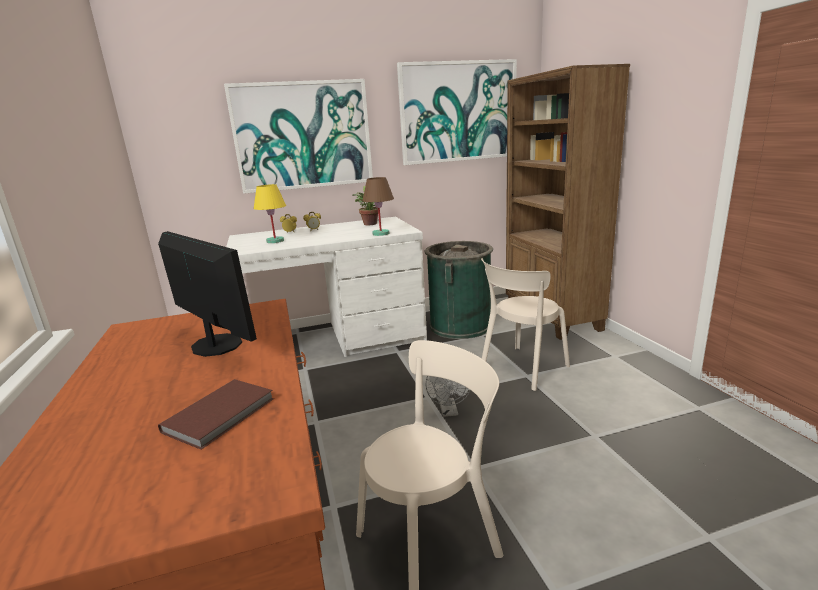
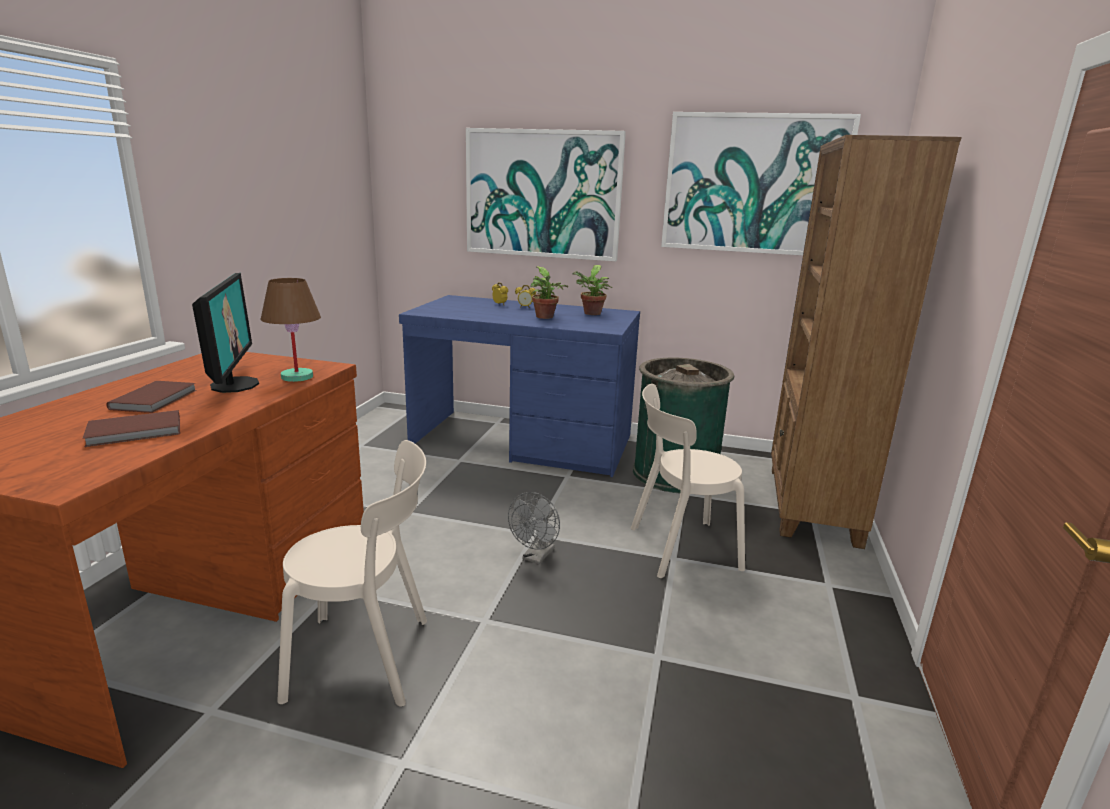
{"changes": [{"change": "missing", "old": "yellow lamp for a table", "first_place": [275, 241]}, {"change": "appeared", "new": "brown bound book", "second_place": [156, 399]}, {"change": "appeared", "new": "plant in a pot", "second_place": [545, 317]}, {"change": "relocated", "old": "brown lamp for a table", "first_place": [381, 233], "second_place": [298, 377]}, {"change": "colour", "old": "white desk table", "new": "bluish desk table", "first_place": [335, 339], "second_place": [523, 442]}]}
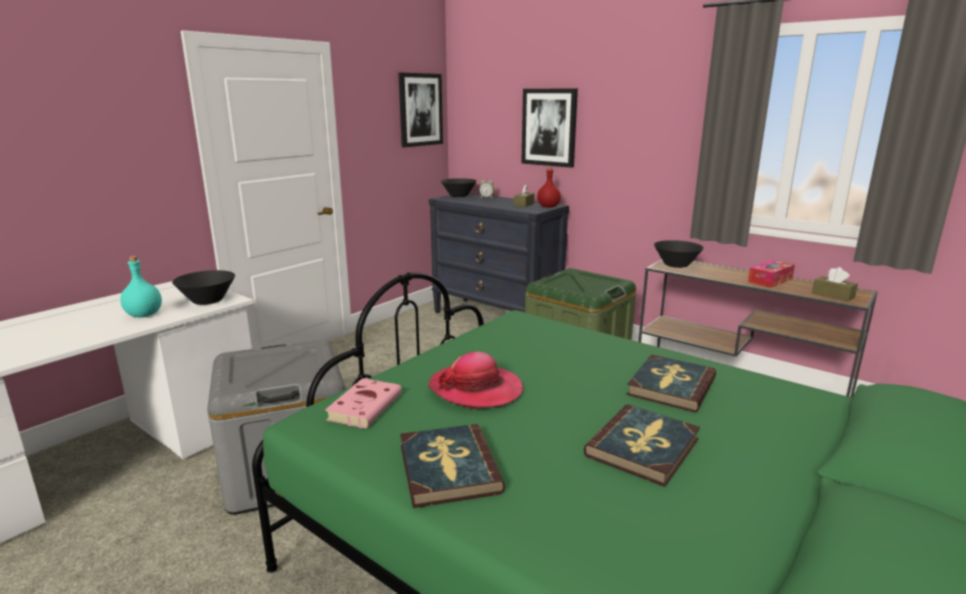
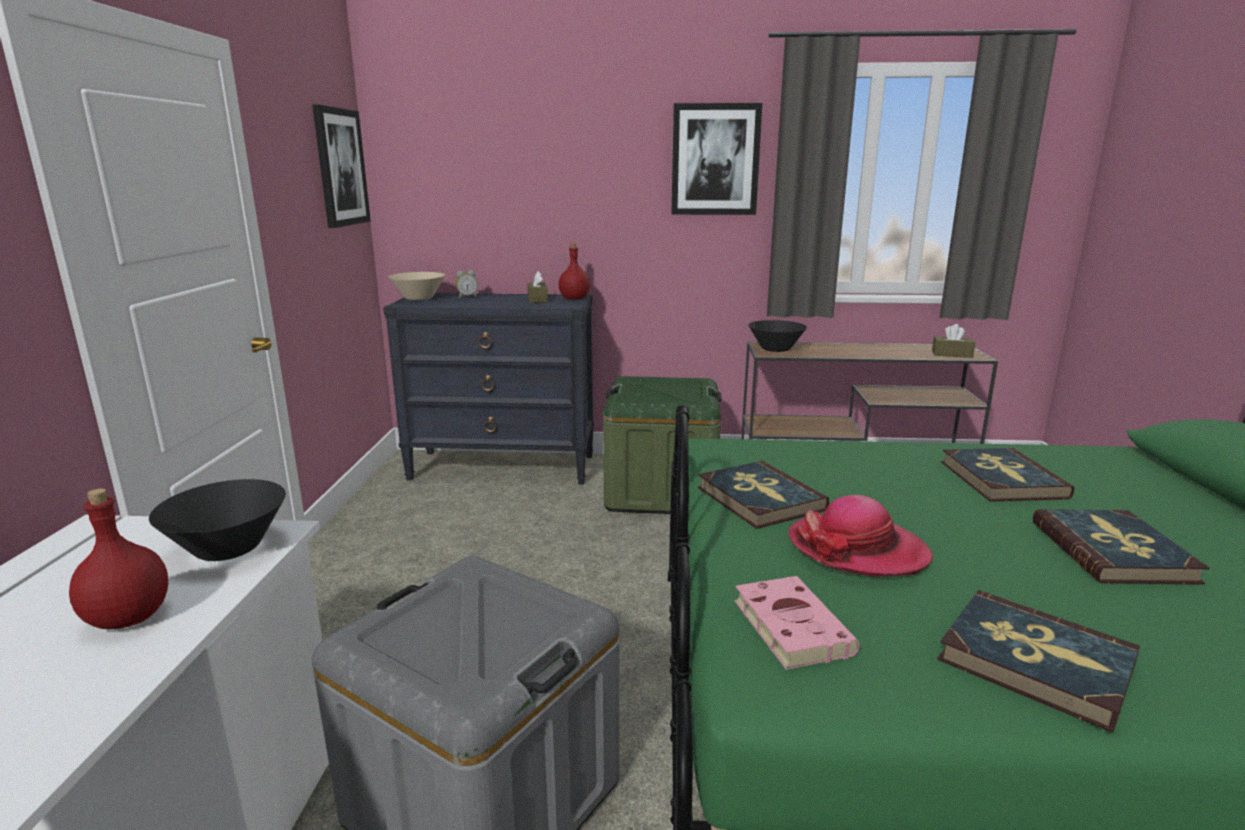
{"changes": [{"change": "missing", "old": "tissue box", "first_place": [770, 280]}, {"change": "appeared", "new": "bound book", "second_place": [759, 498]}, {"change": "relocated", "old": "wall picture", "first_place": [549, 127], "second_place": [715, 160]}, {"change": "colour", "old": "turquoise-coloured drink bottle", "new": "red-coloured drink bottle", "first_place": [144, 315], "second_place": [130, 618]}, {"change": "colour", "old": "black-coloured bowl", "new": "beige bowl", "first_place": [458, 196], "second_place": [419, 298]}]}
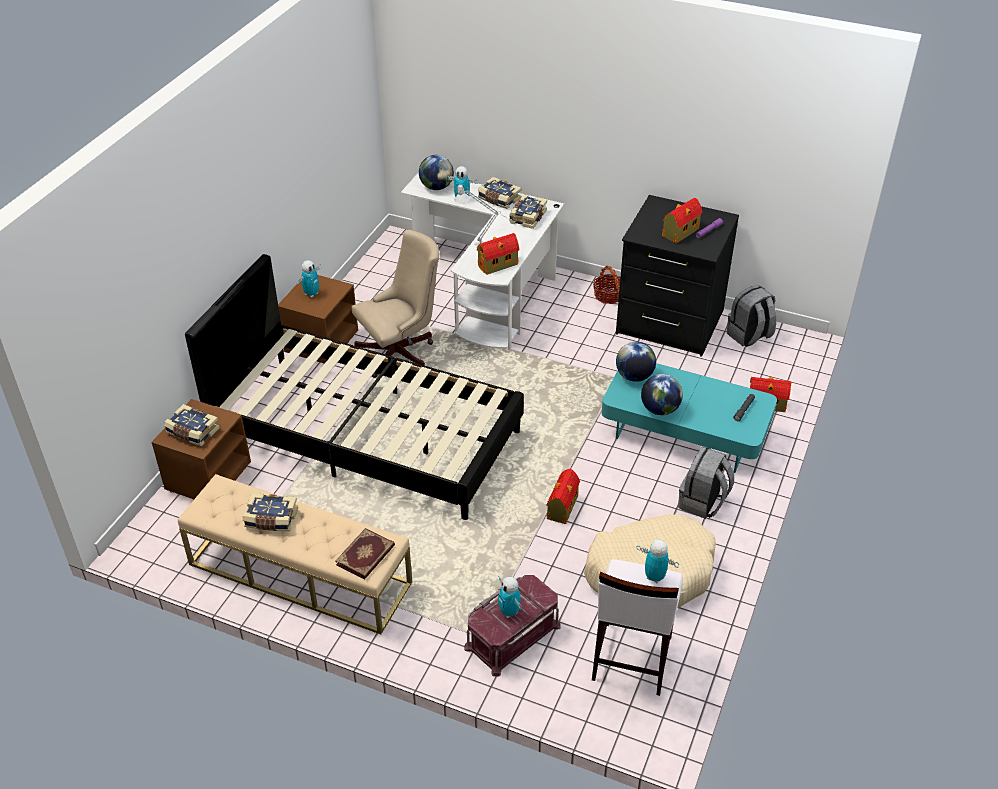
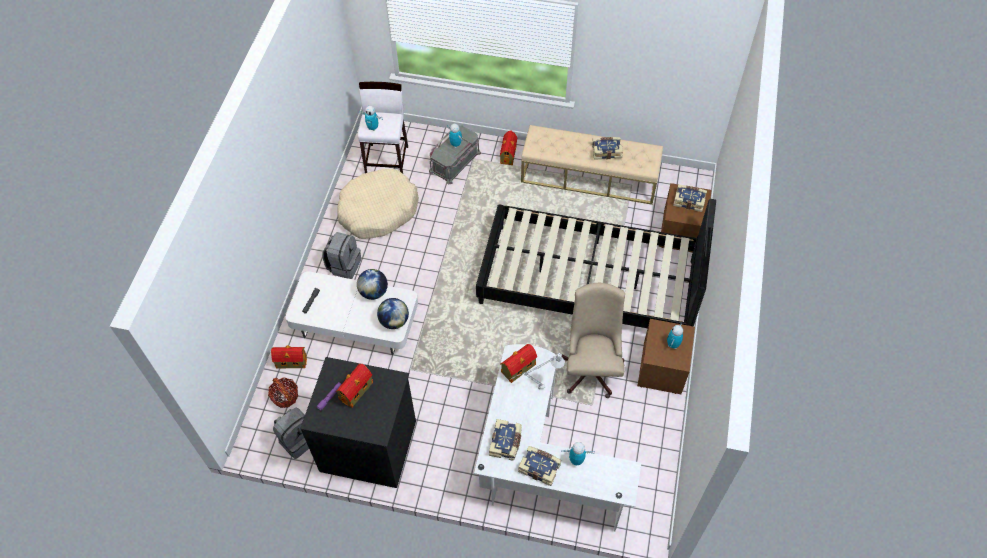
{"changes": [{"change": "missing", "old": "bound book", "first_place": [366, 556]}, {"change": "missing", "old": "globe", "first_place": [436, 187]}, {"change": "relocated", "old": "miniature house", "first_place": [562, 508], "second_place": [508, 154]}, {"change": "relocated", "old": "basket", "first_place": [608, 296], "second_place": [285, 396]}, {"change": "colour", "old": "red-coloured storage bin", "new": "gray storage bin", "first_place": [512, 635], "second_place": [455, 162]}, {"change": "colour", "old": "turquoise-coloured coffee table", "new": "white coffee table", "first_place": [684, 432], "second_place": [356, 323]}, {"change": "spun", "old": "beige office chair", "first_place": [401, 353], "second_place": [591, 366], "degrees": 135}]}
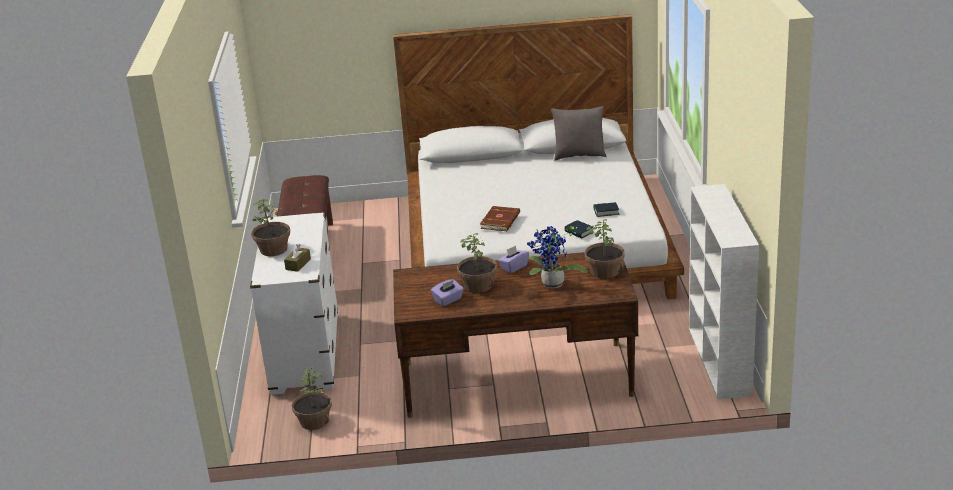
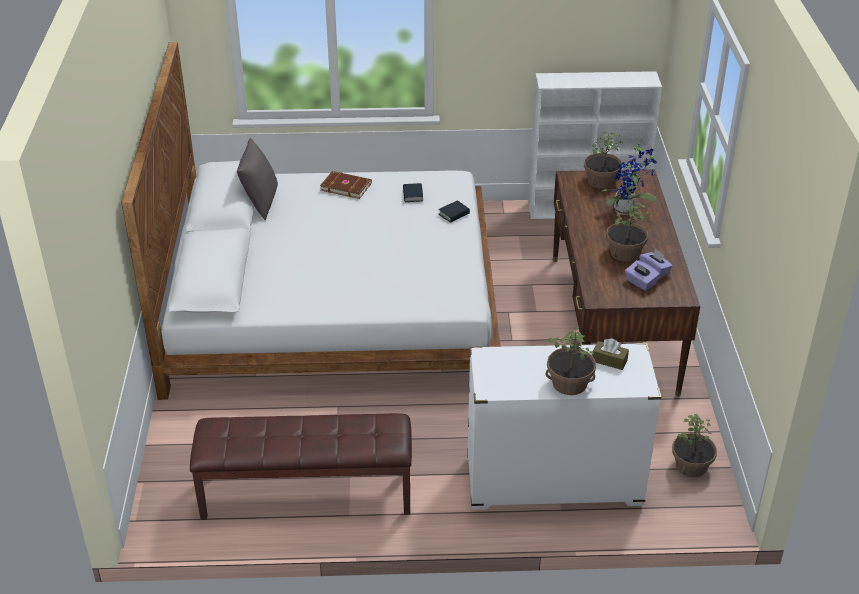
{"changes": [{"change": "relocated", "old": "brown bound book", "first_place": [501, 221], "second_place": [346, 186]}, {"change": "relocated", "old": "purple-coloured tissue box", "first_place": [514, 267], "second_place": [640, 283]}]}
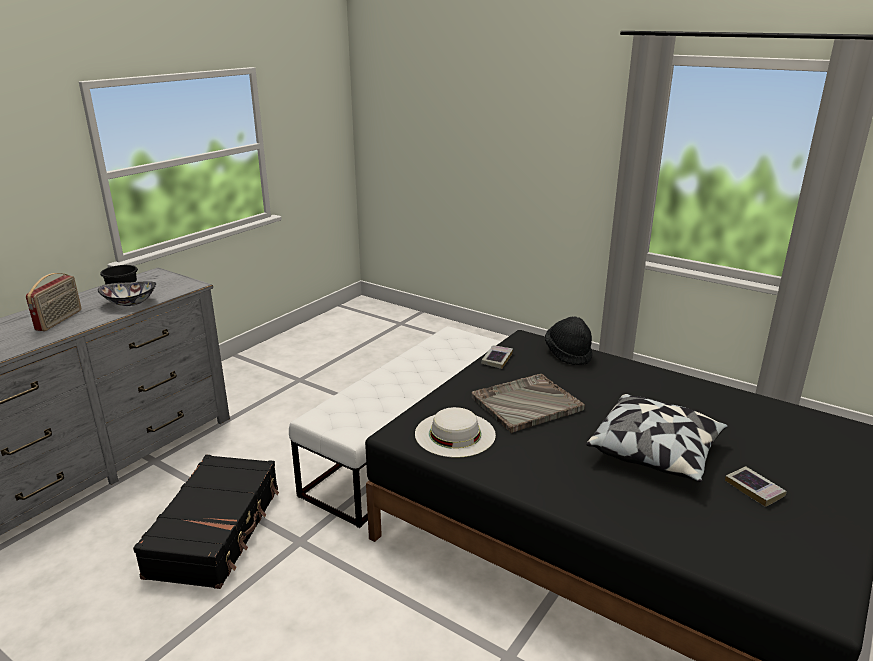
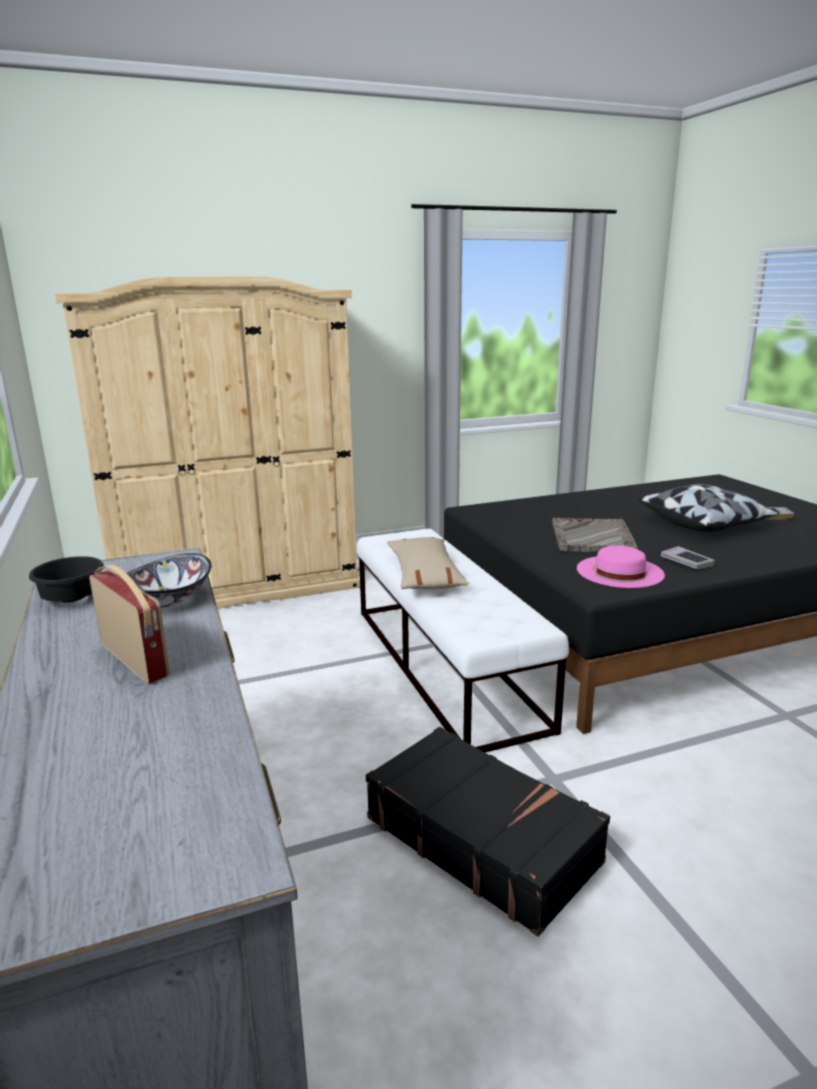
{"changes": [{"change": "missing", "old": "black-coloured wearable hat", "first_place": [568, 354]}, {"change": "appeared", "new": "beige armoire", "second_place": [237, 588]}, {"change": "appeared", "new": "beige pillow", "second_place": [425, 575]}, {"change": "relocated", "old": "bound book", "first_place": [497, 359], "second_place": [686, 562]}, {"change": "colour", "old": "white wearable hat", "new": "pink wearable hat", "first_place": [455, 434], "second_place": [619, 571]}]}
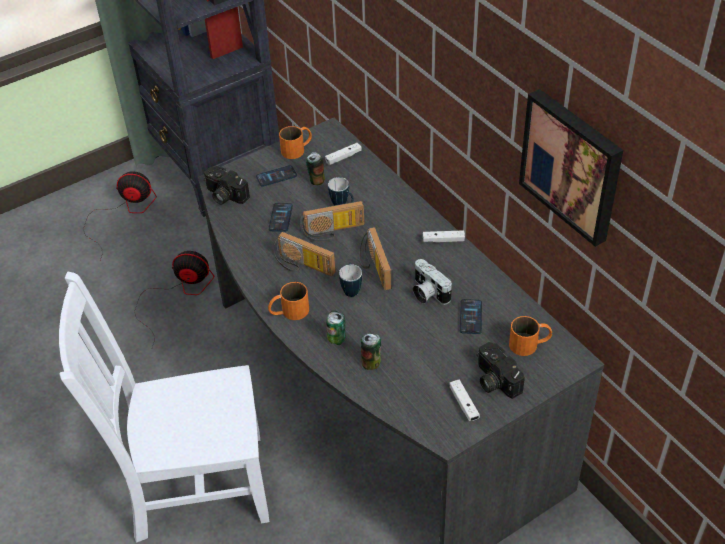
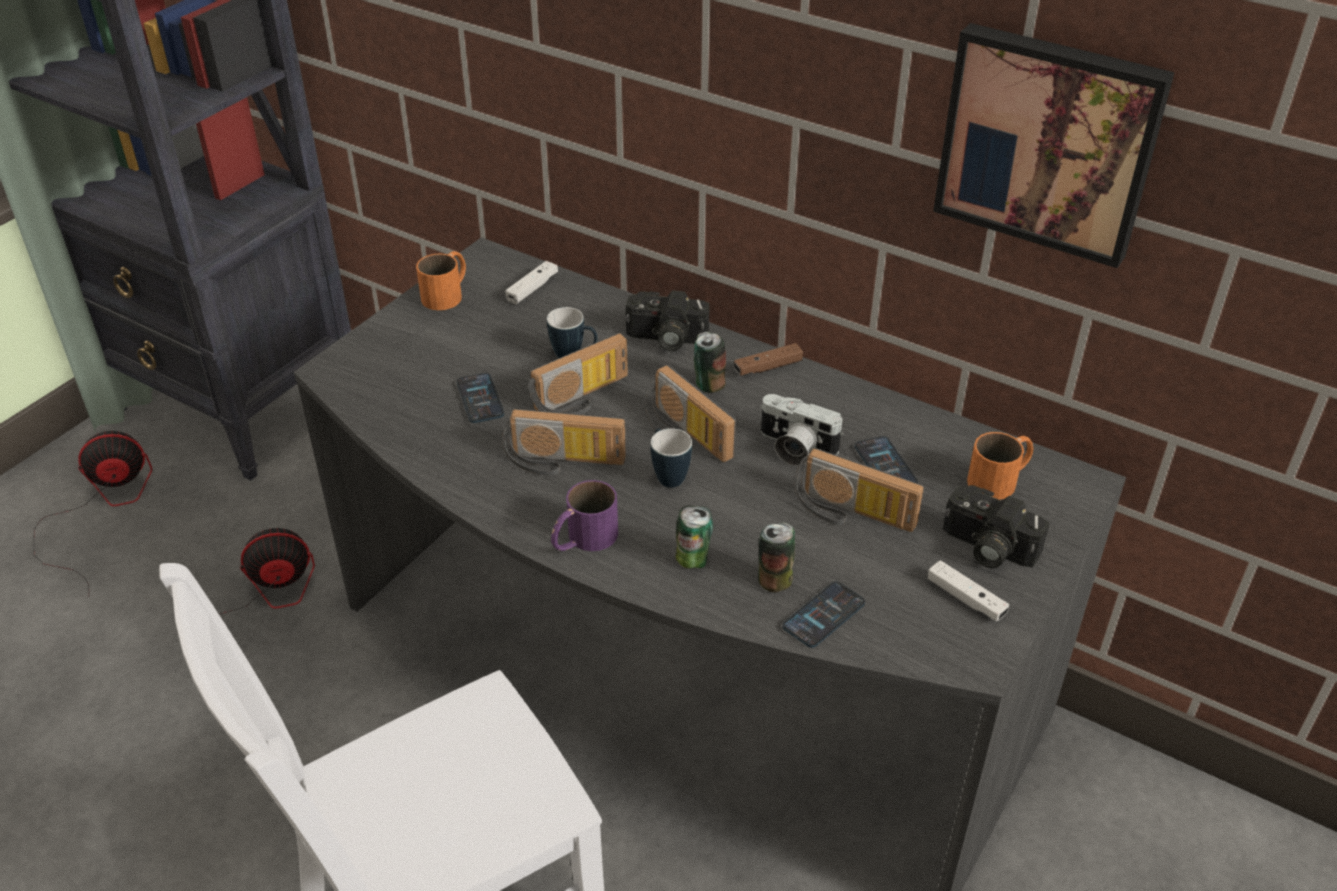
{"changes": [{"change": "appeared", "new": "radio", "second_place": [851, 514]}, {"change": "relocated", "old": "still camera", "first_place": [224, 195], "second_place": [665, 339]}, {"change": "relocated", "old": "phone", "first_place": [276, 176], "second_place": [823, 615]}, {"change": "relocated", "old": "can", "first_place": [316, 180], "second_place": [708, 384]}, {"change": "colour", "old": "orangey coffee mug", "new": "purple-coloured coffee mug", "first_place": [289, 311], "second_place": [583, 539]}, {"change": "colour", "old": "white joypad", "new": "brown joypad", "first_place": [443, 240], "second_place": [768, 367]}]}
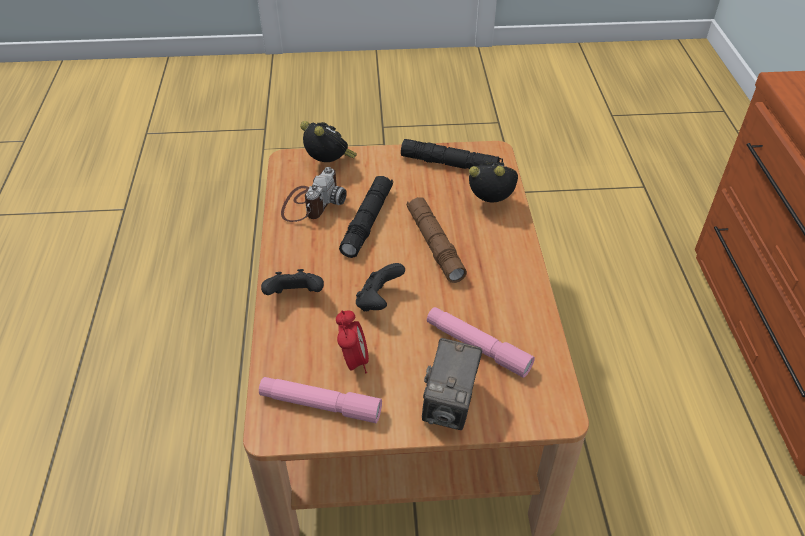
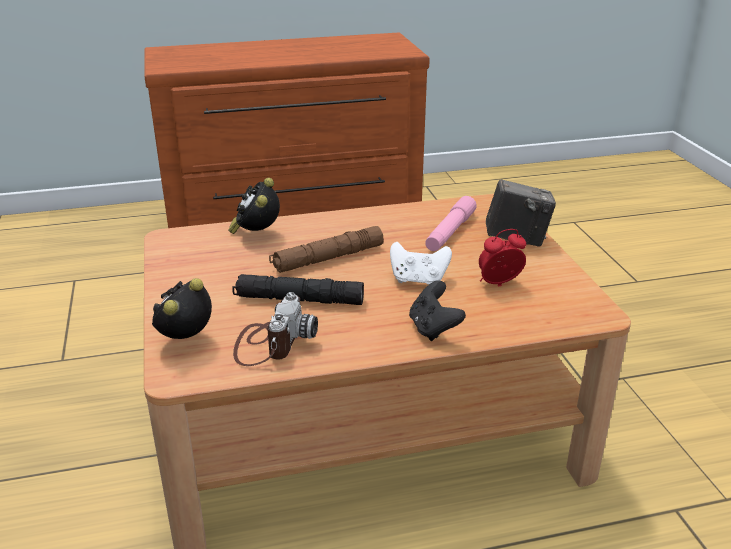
{"changes": [{"change": "missing", "old": "pink torch", "first_place": [320, 405]}, {"change": "missing", "old": "black-coloured torch", "first_place": [450, 164]}, {"change": "colour", "old": "black-coloured joypad", "new": "white joypad", "first_place": [378, 301], "second_place": [418, 280]}, {"change": "spun", "old": "still camera", "first_place": [311, 203], "second_place": [271, 342], "degrees": 90}]}
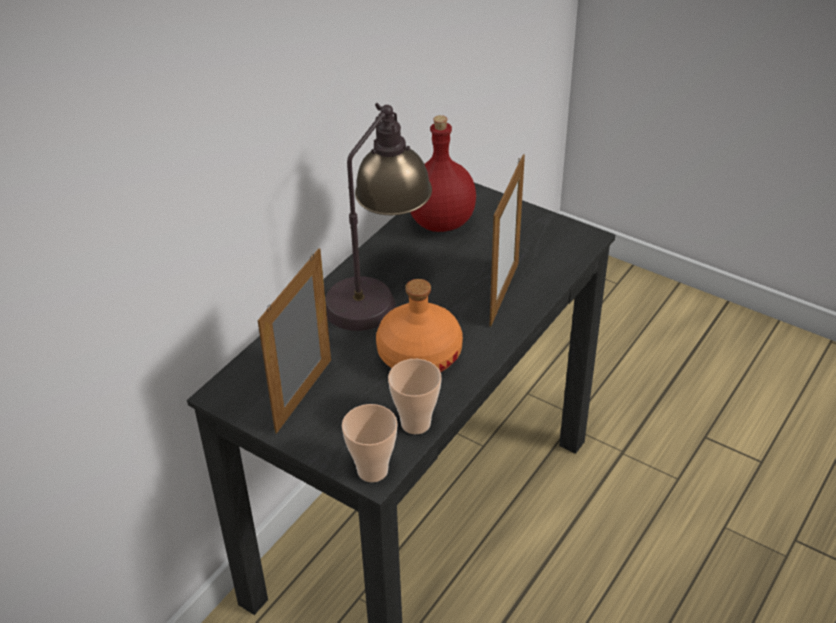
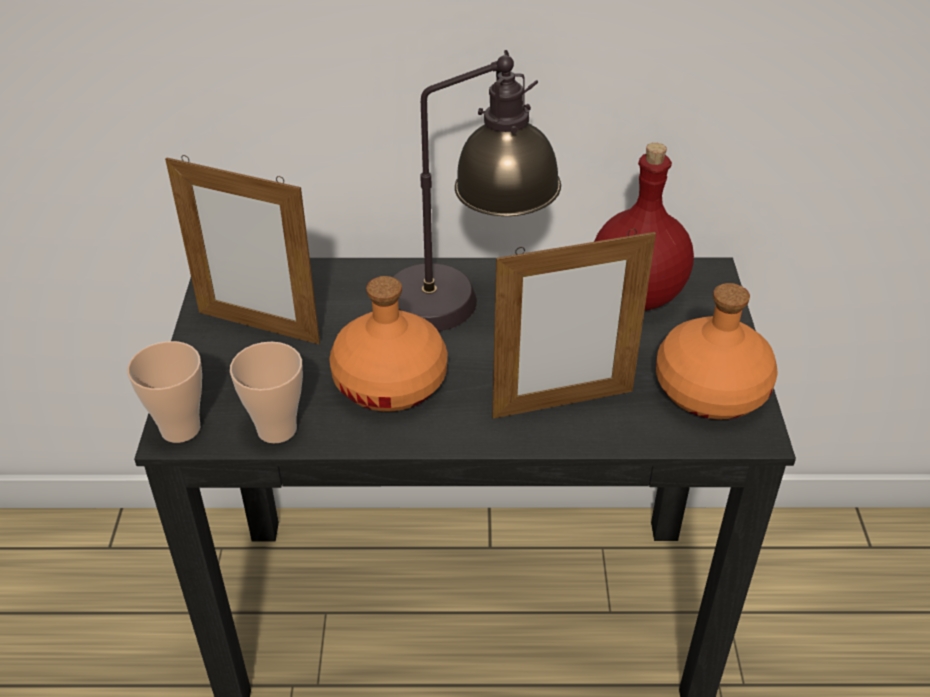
{"changes": [{"change": "appeared", "new": "orangey drink bottle", "second_place": [709, 389]}, {"change": "spun", "old": "picture frame", "first_place": [304, 395], "second_place": [258, 327], "degrees": -150}]}
